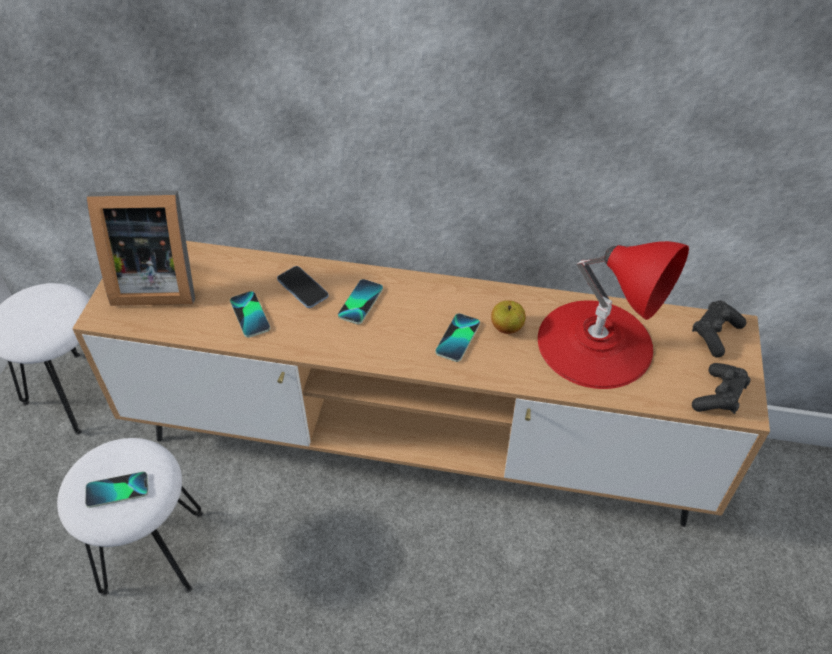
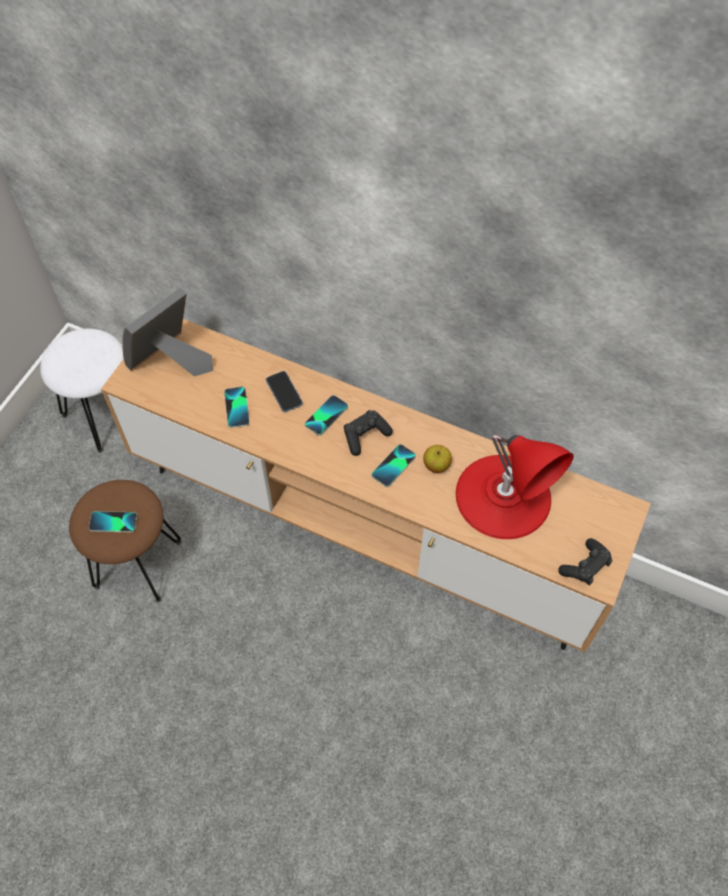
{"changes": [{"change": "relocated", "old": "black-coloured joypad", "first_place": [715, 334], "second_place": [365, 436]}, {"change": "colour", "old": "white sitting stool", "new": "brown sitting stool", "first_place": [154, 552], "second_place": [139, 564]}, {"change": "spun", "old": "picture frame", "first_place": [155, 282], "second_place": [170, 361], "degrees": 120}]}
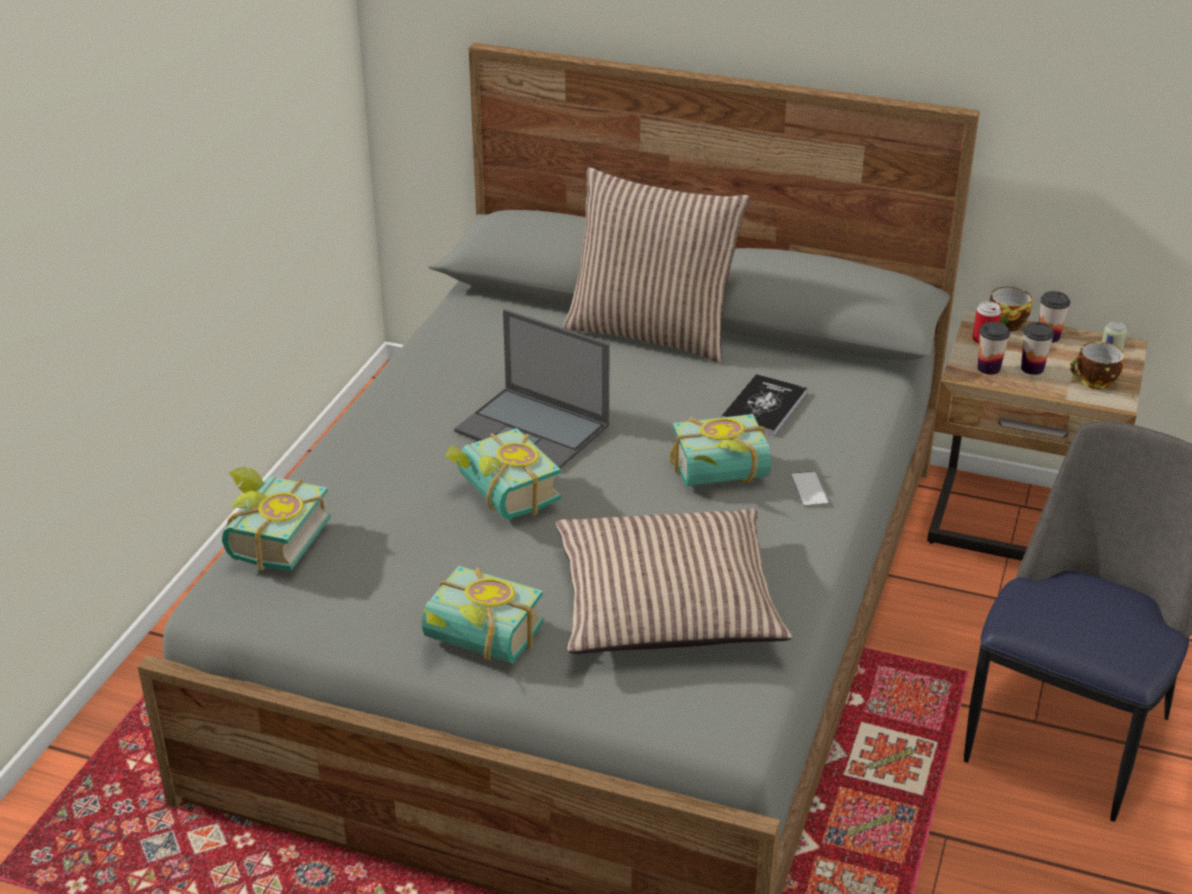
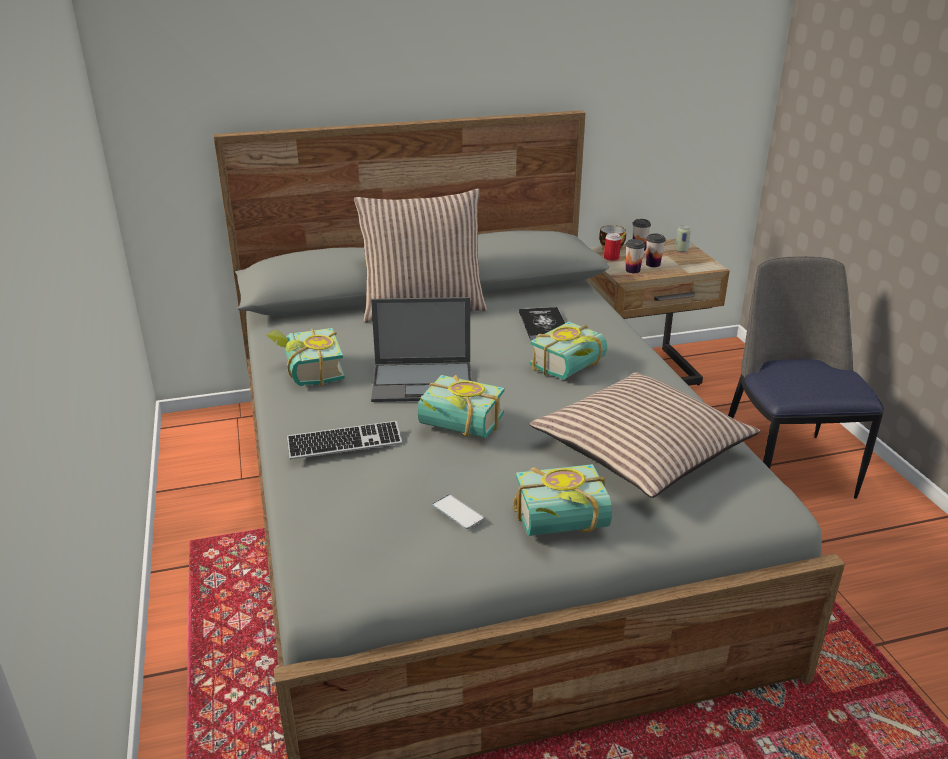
{"changes": [{"change": "missing", "old": "drinking cup", "first_place": [1094, 382]}, {"change": "appeared", "new": "PC keyboard", "second_place": [344, 443]}, {"change": "relocated", "old": "bound book", "first_place": [269, 540], "second_place": [307, 373]}, {"change": "relocated", "old": "phone", "first_place": [809, 489], "second_place": [458, 512]}]}
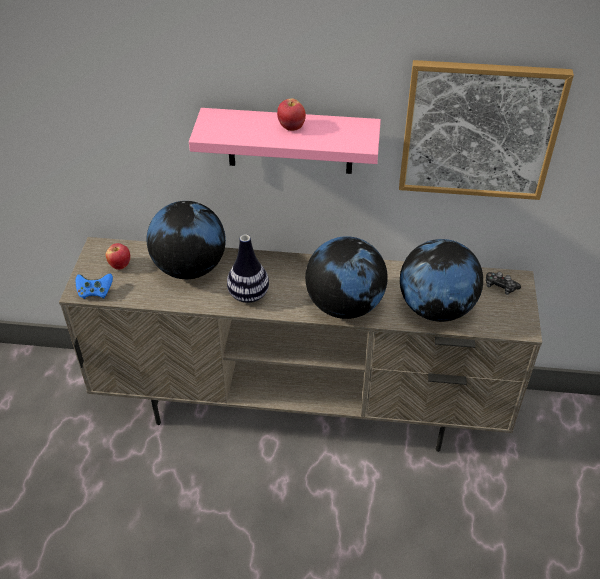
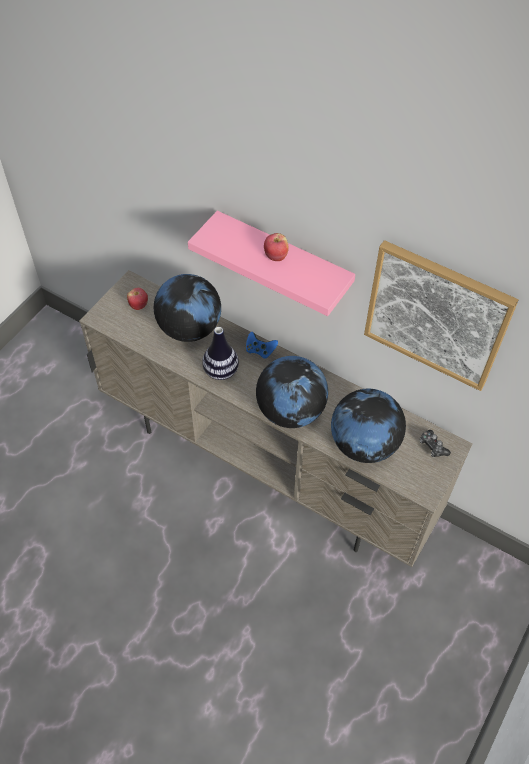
{"changes": [{"change": "relocated", "old": "bluish joypad", "first_place": [95, 292], "second_place": [260, 350]}]}
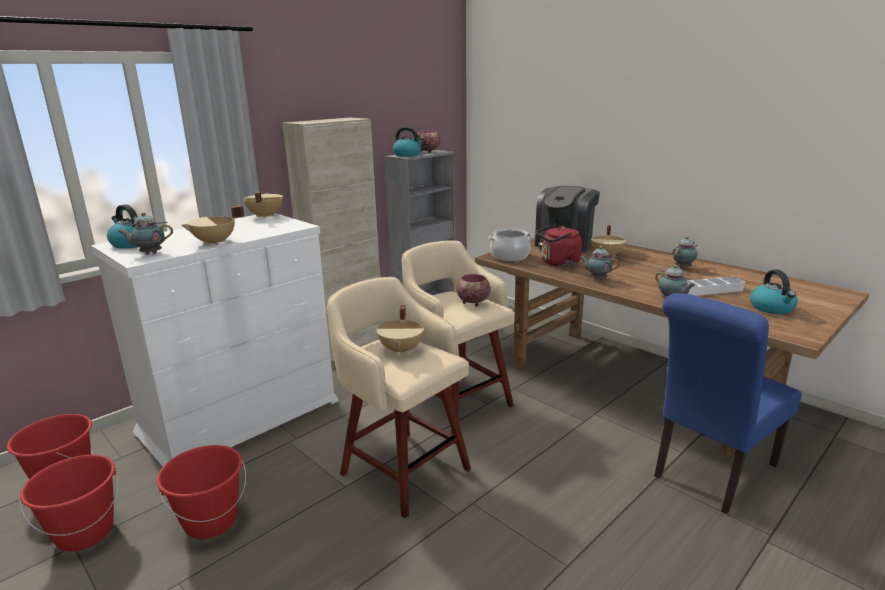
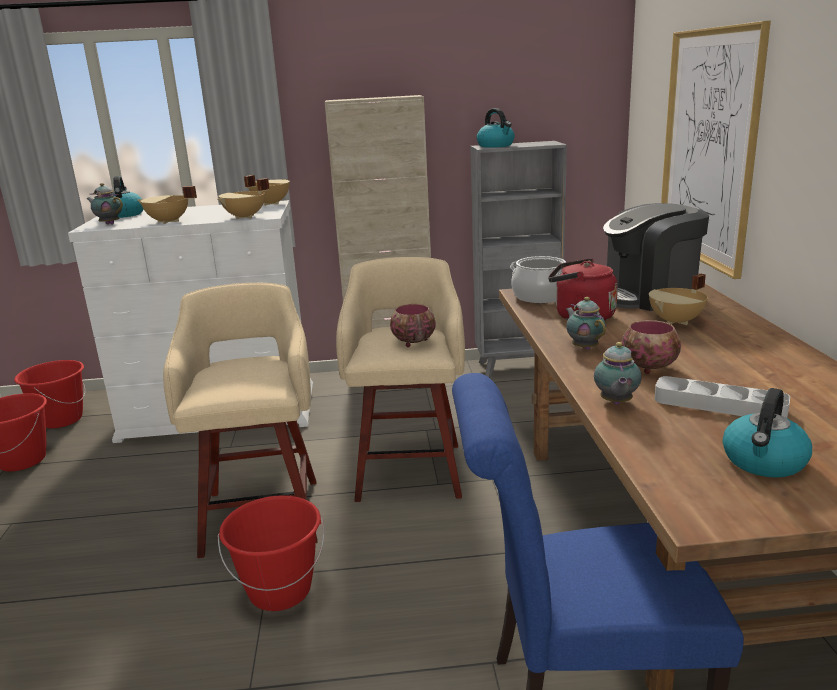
{"changes": [{"change": "missing", "old": "tea pot", "first_place": [683, 267]}, {"change": "appeared", "new": "wall picture", "second_place": [708, 148]}, {"change": "relocated", "old": "red-coloured water bucket", "first_place": [211, 522], "second_place": [280, 591]}, {"change": "relocated", "old": "beige cooking pot", "first_place": [402, 350], "second_place": [245, 217]}, {"change": "relocated", "old": "bowl", "first_place": [428, 151], "second_place": [650, 367]}]}
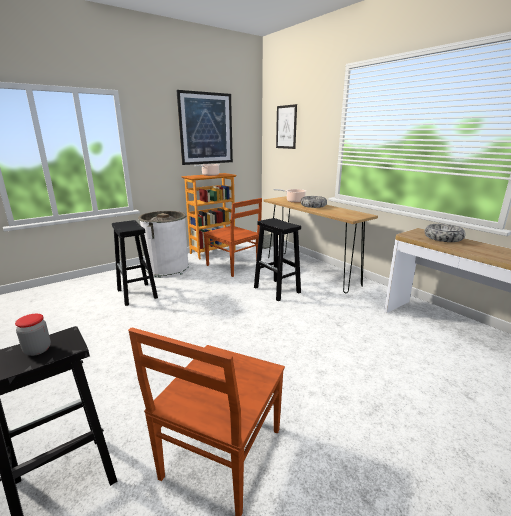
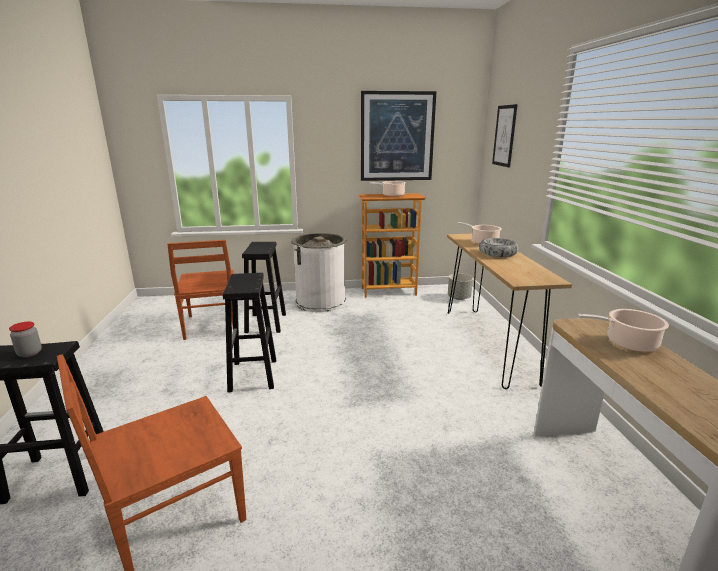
{"changes": [{"change": "relocated", "old": "brown upright chair", "first_place": [233, 266], "second_place": [211, 325]}, {"change": "relocated", "old": "black-coloured sitting stool", "first_place": [277, 290], "second_place": [253, 375]}, {"change": "exchanged", "old": "bowl", "new": "cooking pot", "first_place": [443, 238], "second_place": [628, 343]}]}
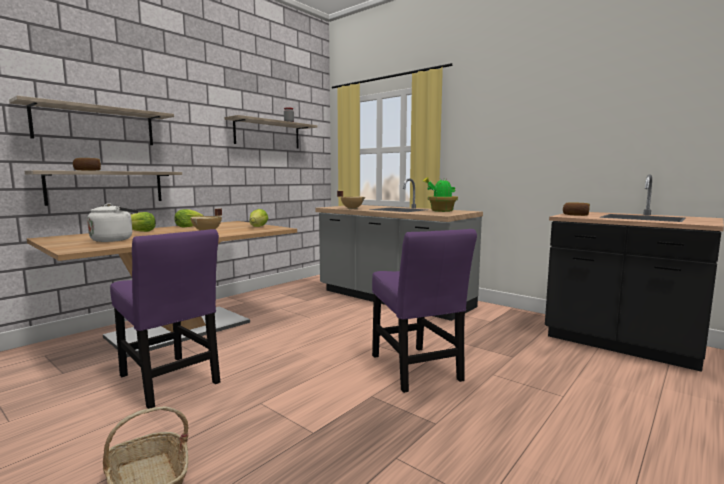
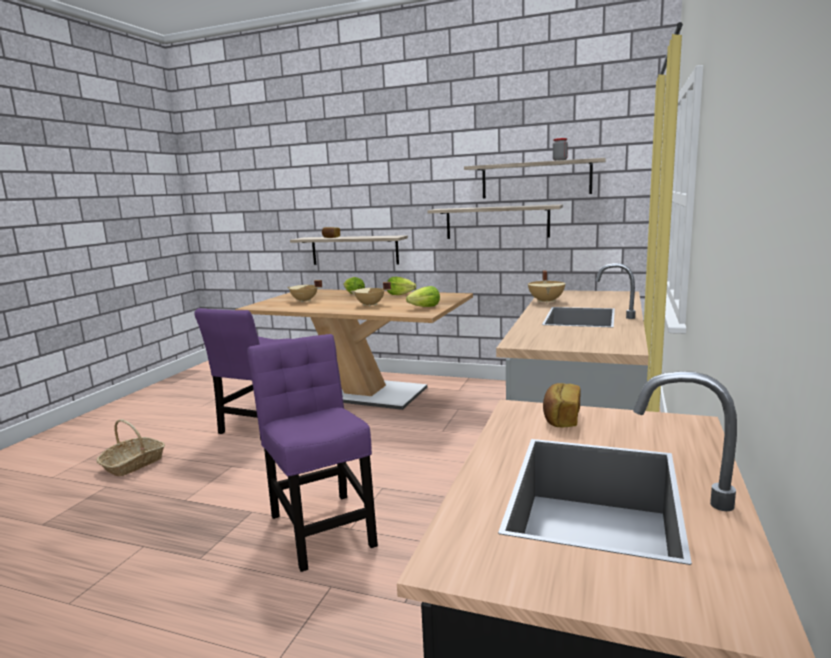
{"changes": [{"change": "missing", "old": "plant in a pot", "first_place": [441, 211]}, {"change": "relocated", "old": "bracket shelf", "first_place": [95, 125], "second_place": [497, 222]}, {"change": "exchanged", "old": "white kettle", "new": "beige cooking pot", "first_place": [114, 240], "second_place": [304, 301]}, {"change": "spun", "old": "purple-coloured upright chair", "first_place": [416, 370], "second_place": [321, 526], "degrees": 105}]}
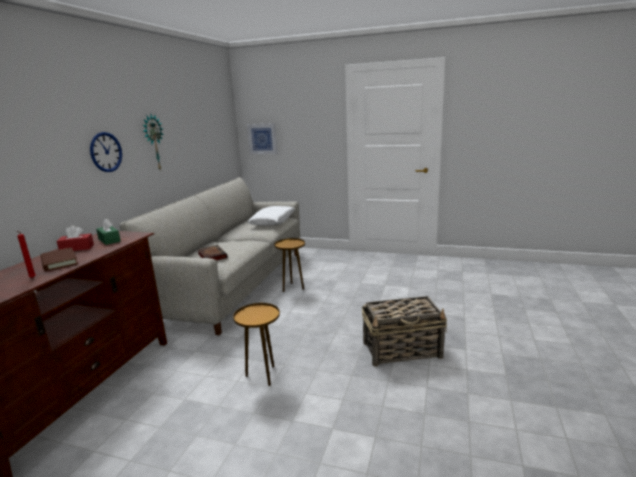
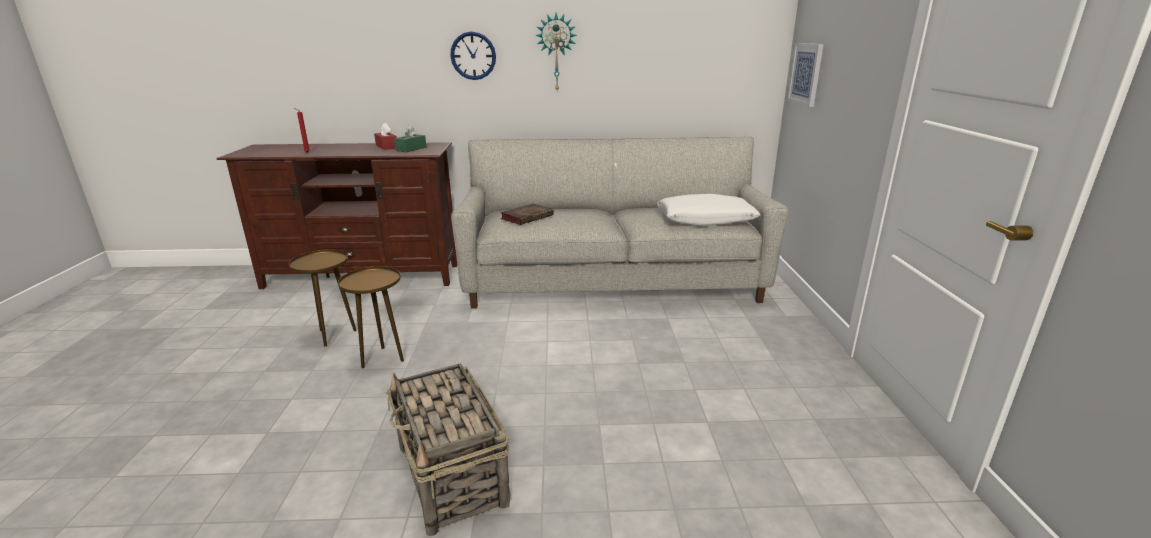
{"changes": [{"change": "missing", "old": "brown bound book", "first_place": [59, 262]}, {"change": "relocated", "old": "brown side table", "first_place": [292, 288], "second_place": [334, 335]}]}
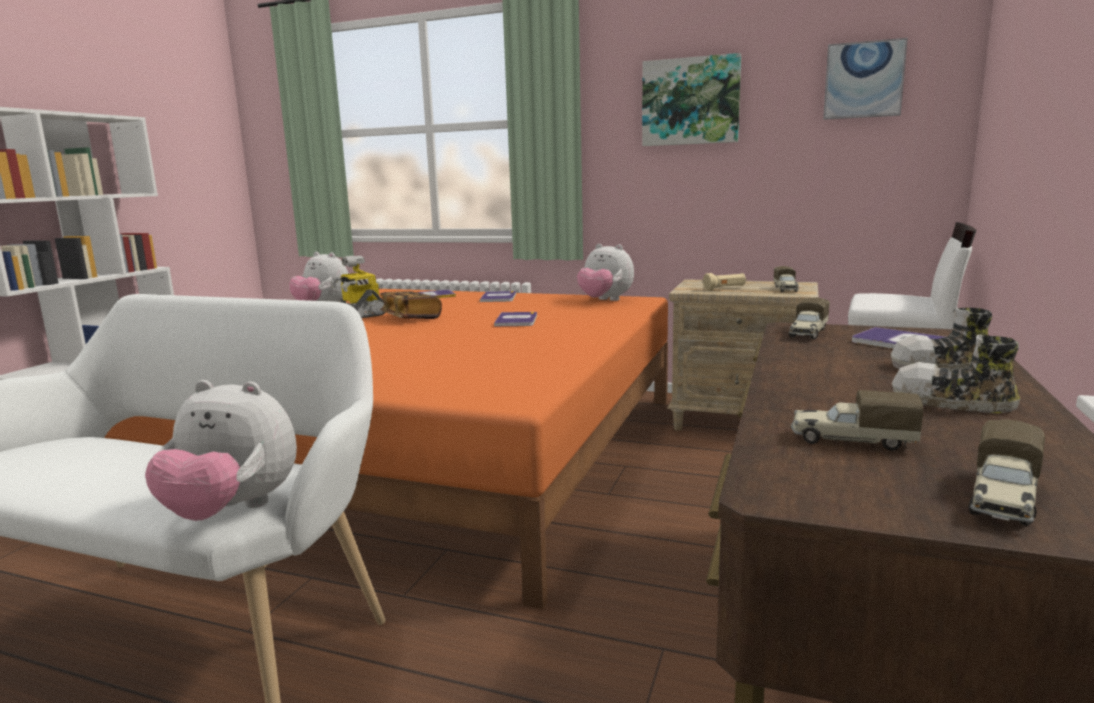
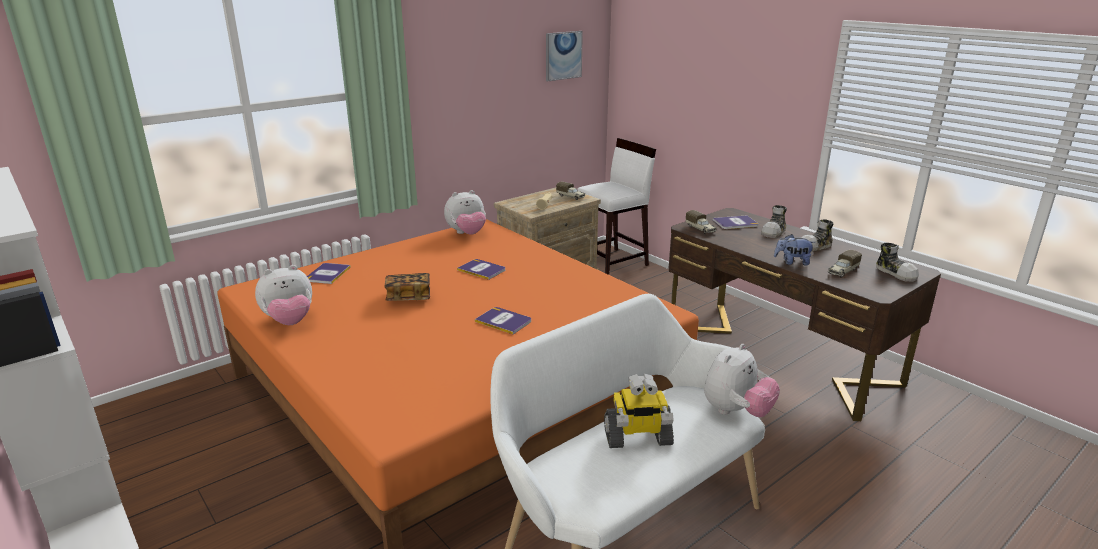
{"changes": [{"change": "missing", "old": "wall picture", "first_place": [690, 101]}, {"change": "appeared", "new": "soft toy", "second_place": [792, 262]}, {"change": "relocated", "old": "model robot", "first_place": [361, 313], "second_place": [637, 437]}, {"change": "relocated", "old": "bound book", "first_place": [498, 297], "second_place": [504, 321]}, {"change": "exchanged", "old": "toy truck", "new": "low shoe", "first_place": [1003, 500], "second_place": [896, 273]}]}
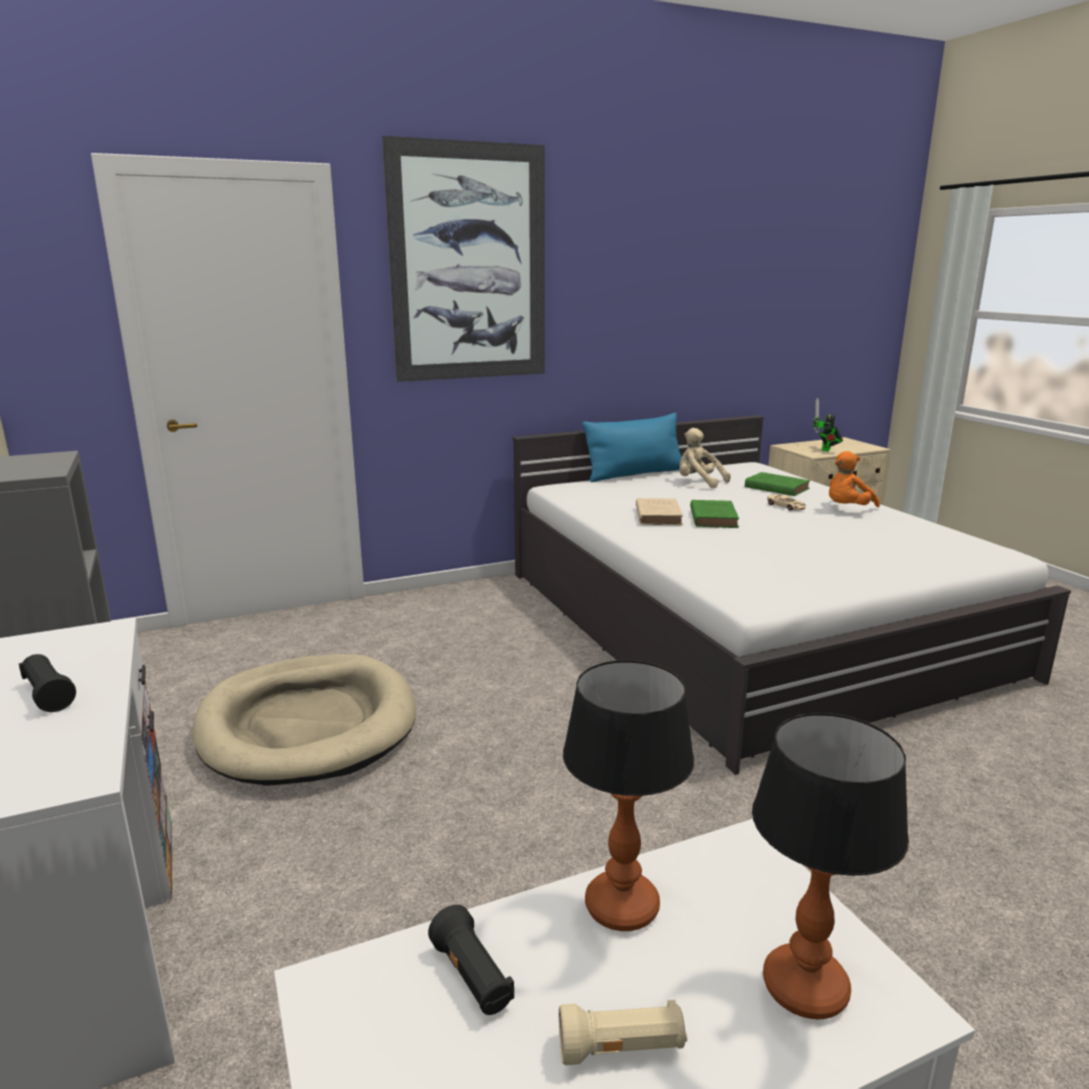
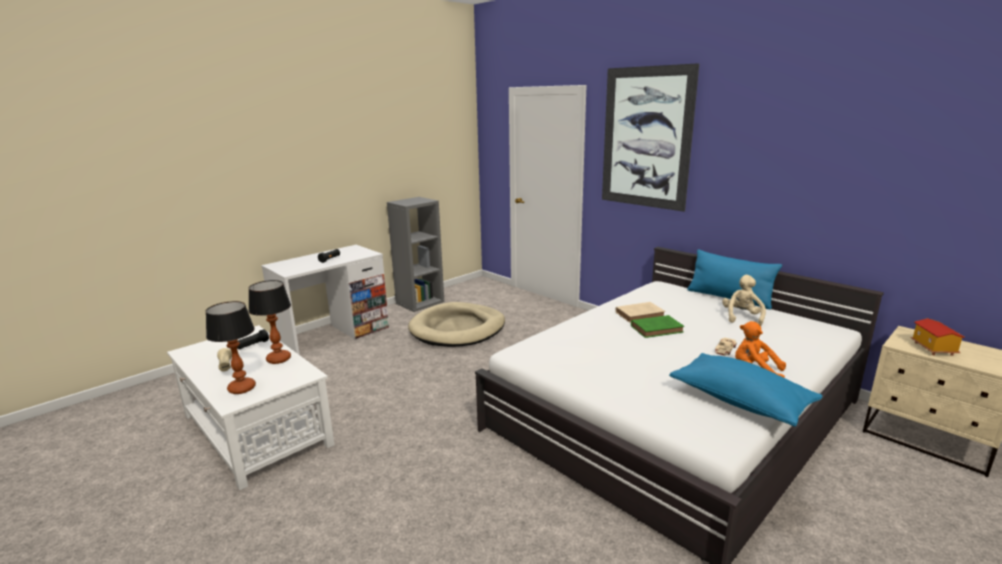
{"changes": [{"change": "missing", "old": "green-coloured bound book", "first_place": [775, 488]}, {"change": "appeared", "new": "bluish pillow", "second_place": [740, 401]}, {"change": "exchanged", "old": "model robot", "new": "miniature house", "first_place": [825, 450], "second_place": [932, 348]}]}
